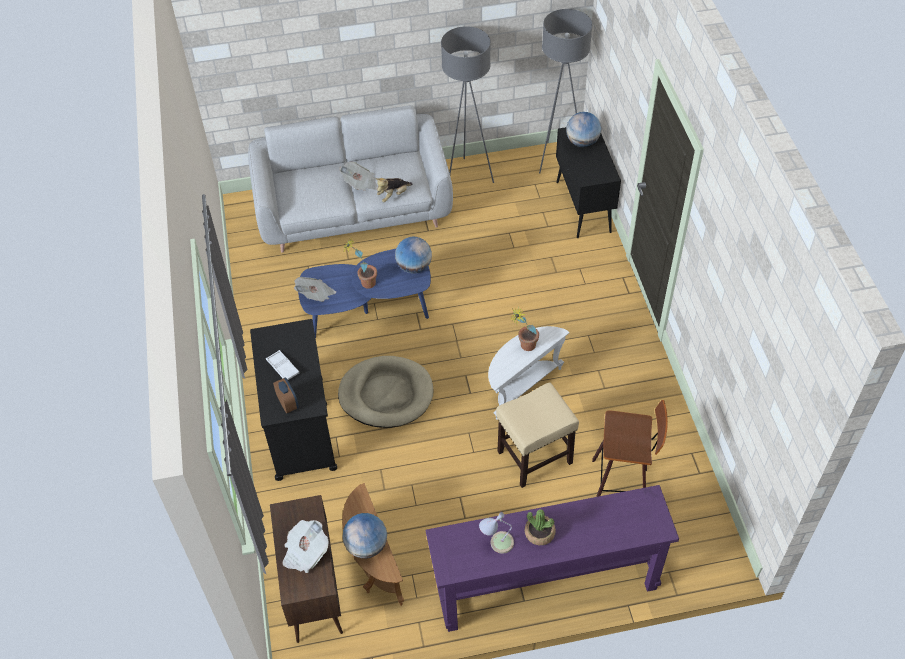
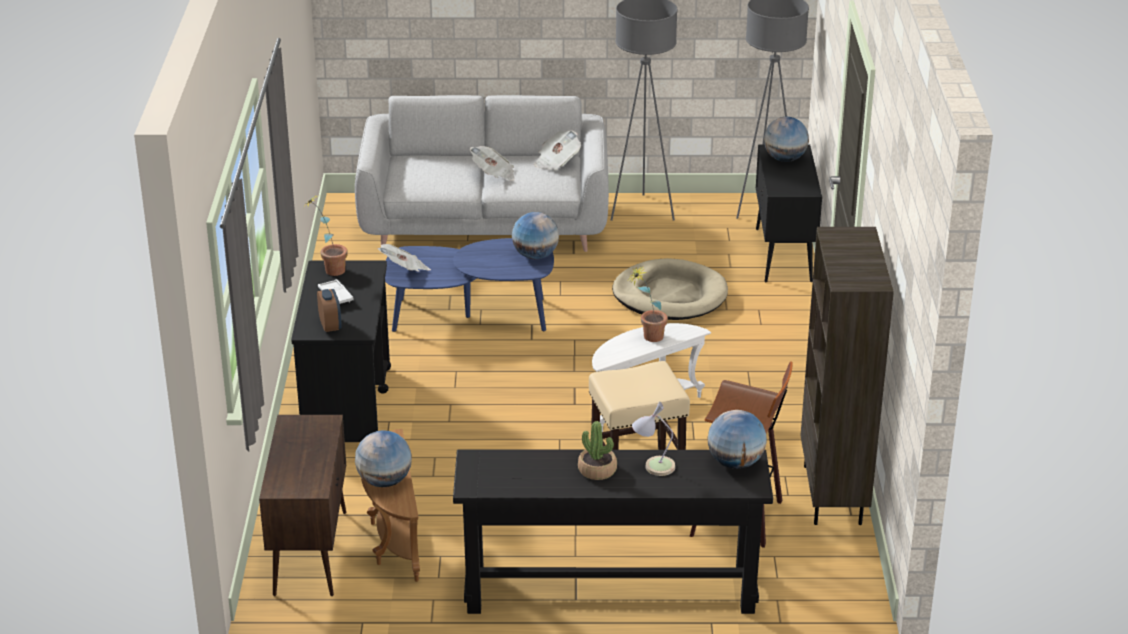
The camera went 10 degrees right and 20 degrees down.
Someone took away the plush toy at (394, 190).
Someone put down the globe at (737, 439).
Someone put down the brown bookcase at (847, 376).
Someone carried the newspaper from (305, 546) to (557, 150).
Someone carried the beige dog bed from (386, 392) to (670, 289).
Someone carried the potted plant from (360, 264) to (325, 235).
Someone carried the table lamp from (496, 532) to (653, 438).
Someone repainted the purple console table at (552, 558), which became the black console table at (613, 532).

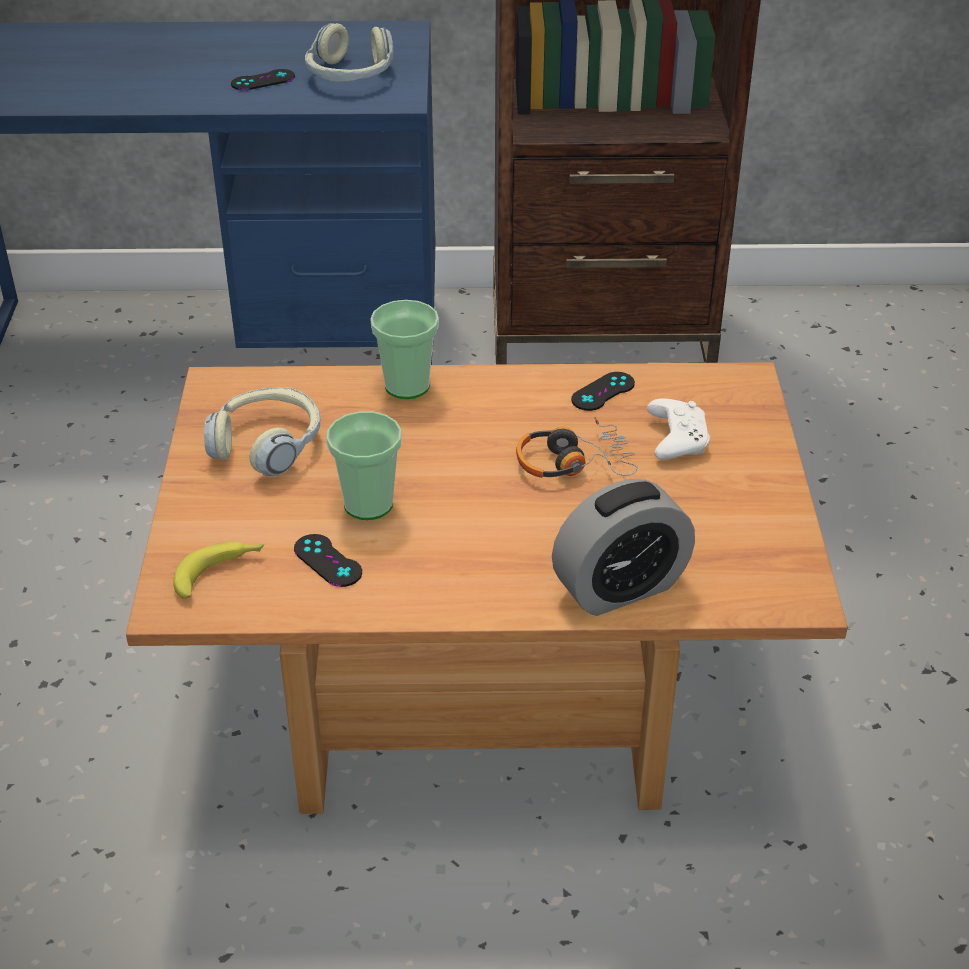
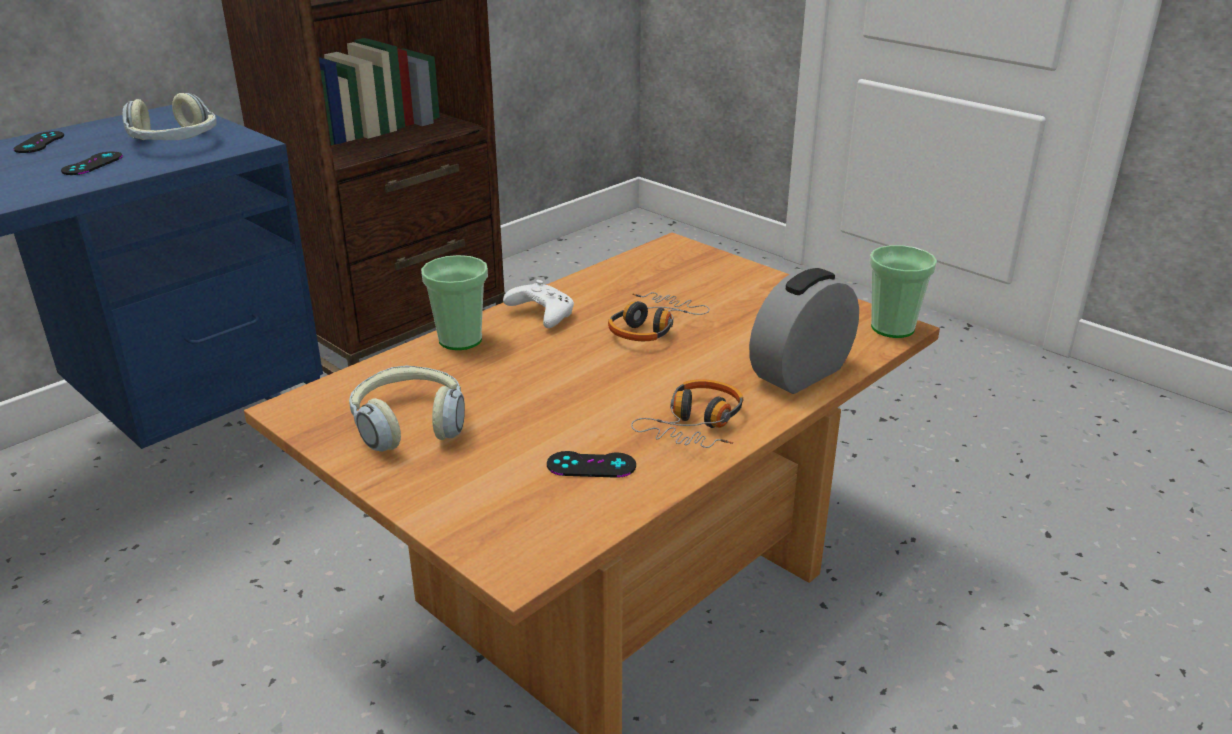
The camera went 45 degrees left and 10 degrees down.
Someone took away the banana at (218, 570).
Someone put down the headphones at (687, 413).
Someone carried the cup from (364, 466) to (903, 291).
Someone carried the black game controller from (603, 391) to (38, 142).
Someone carried the white game controller from (678, 429) to (538, 304).
Someone rotated the alarm clock at (623, 547) by 150 degrees counterclockwise.

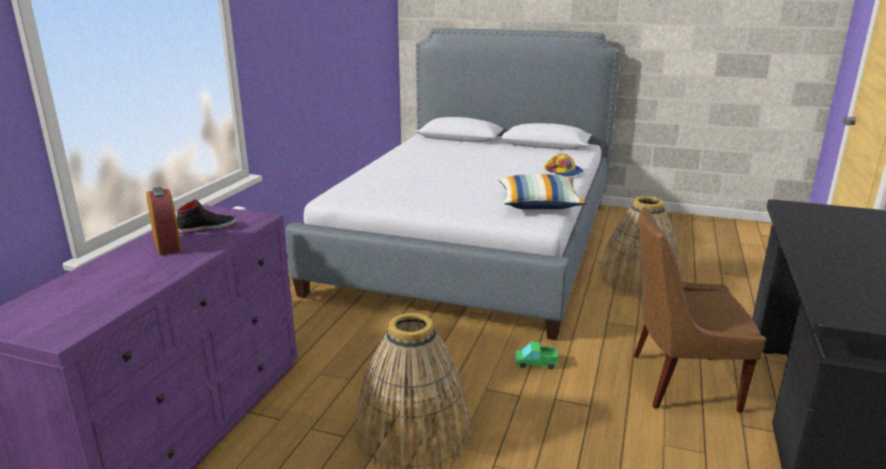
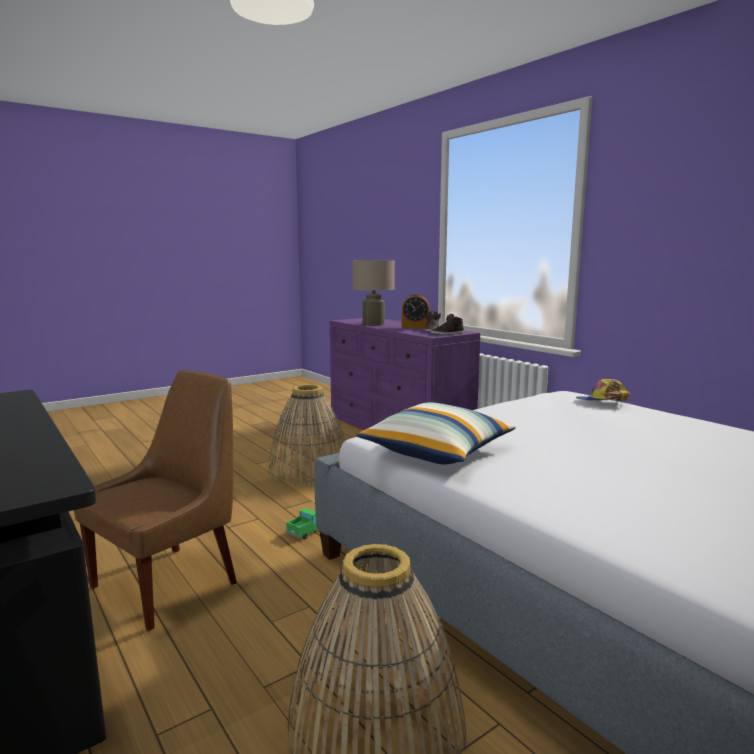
The camera went 125 degrees right and 10 degrees down.
Someone put down the beige table lamp at (374, 293).
Someone put down the black shoe at (447, 324).
Someone carried the cap from (564, 165) to (603, 390).

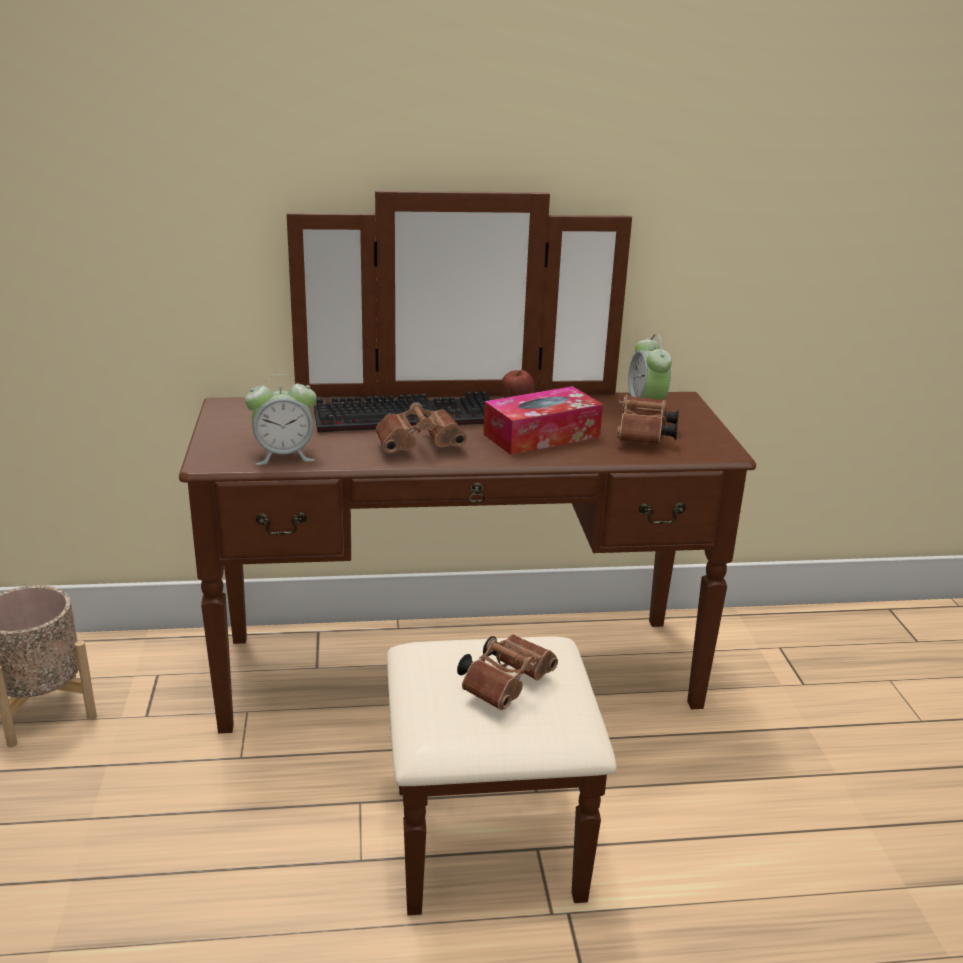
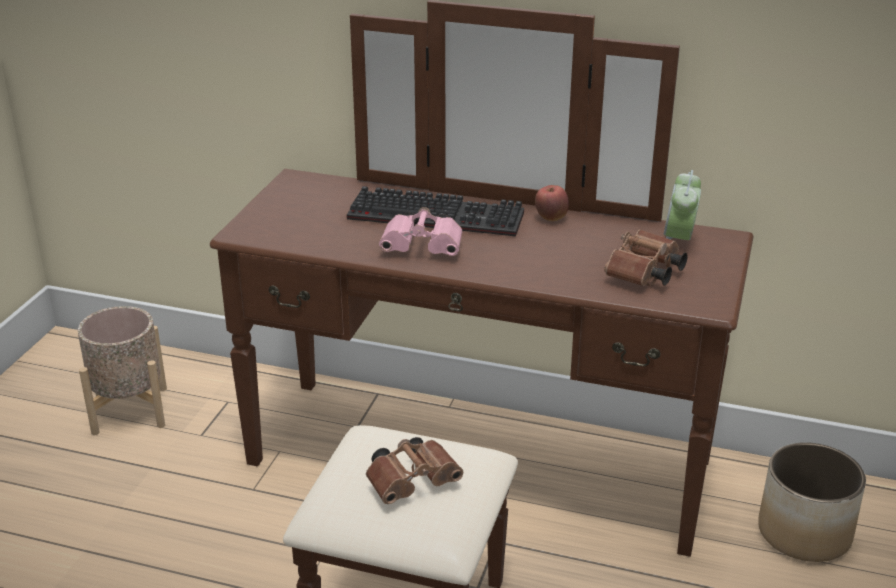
The camera went 25 degrees right and 5 degrees up.
Someone took away the alarm clock at (281, 419).
Someone took away the tissue box at (543, 420).
Someone put down the planter at (812, 502).
Someone repainted the brown binoculars at (421, 427), which became the pink binoculars at (421, 231).

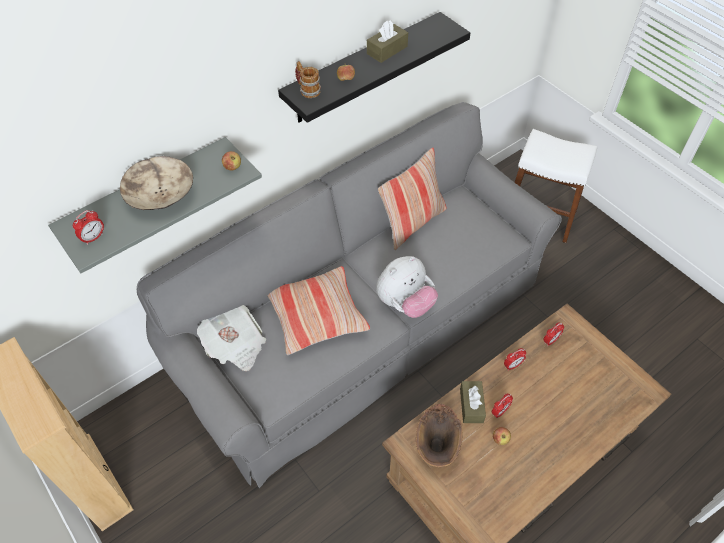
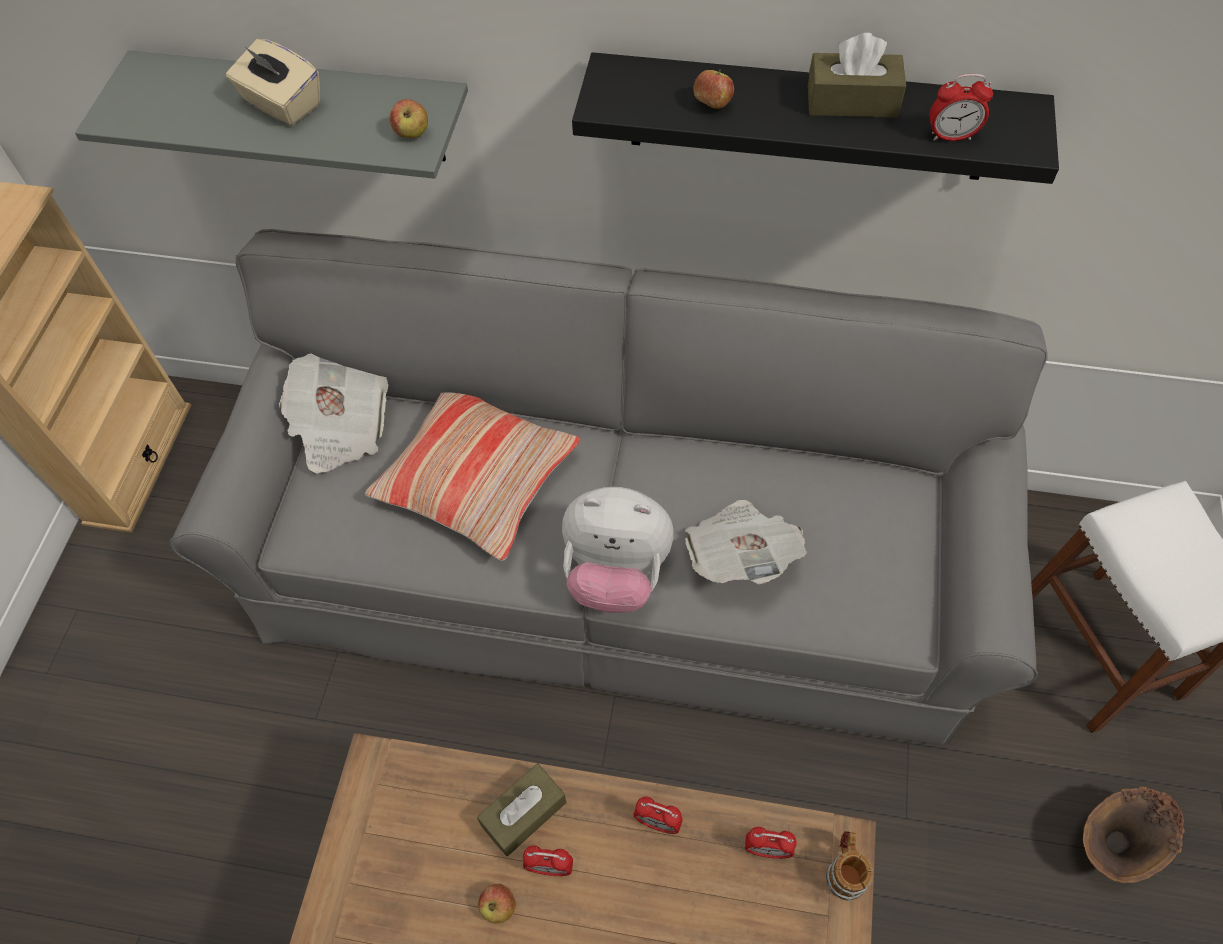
The camera went 50 degrees right and 5 degrees up.
Someone took away the pillow at (412, 199).
Someone put down the newspaper at (746, 542).
Someone carried the alarm clock from (88, 227) to (961, 107).
Someone carried the mug from (308, 79) to (849, 866).
Someone carried the brown vase from (439, 435) to (1134, 835).
Someone swapped the beige bowl at (156, 183) for the beige tissue box at (273, 82).

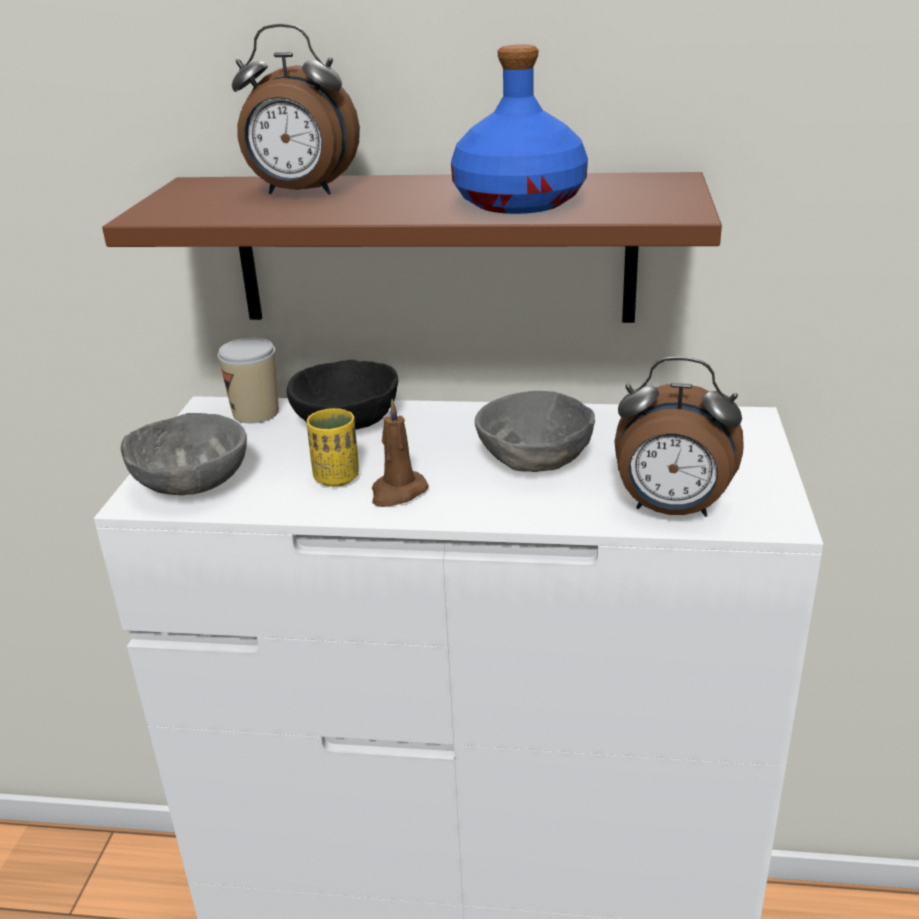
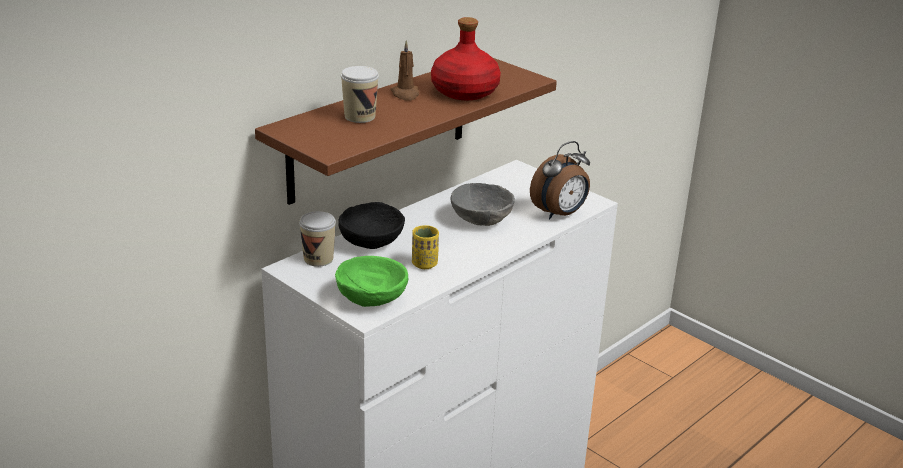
The camera went 55 degrees left and 0 degrees up.
Someone carried the brown candle from (400, 453) to (404, 70).
Someone swapped the alarm clock at (296, 109) for the cup at (360, 94).
Someone repainted the grey bowl at (184, 454), which became the green bowl at (371, 281).
Someone repainted the blue bottle at (519, 129), which became the red bottle at (466, 58).

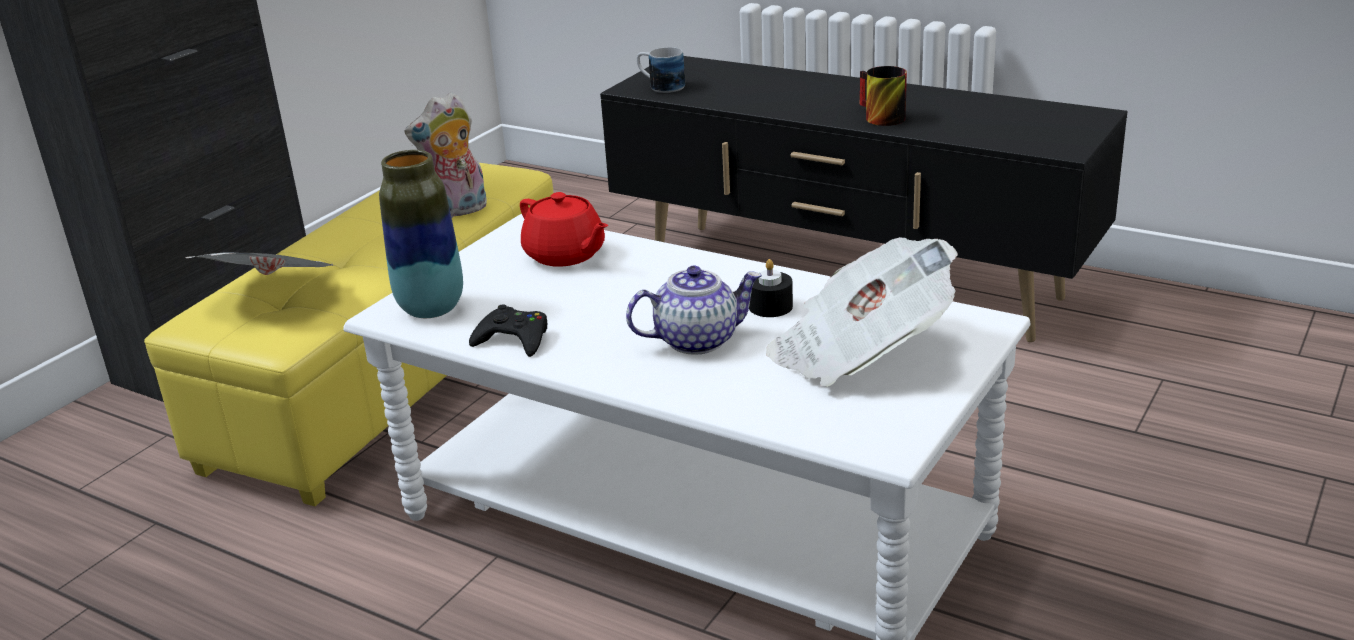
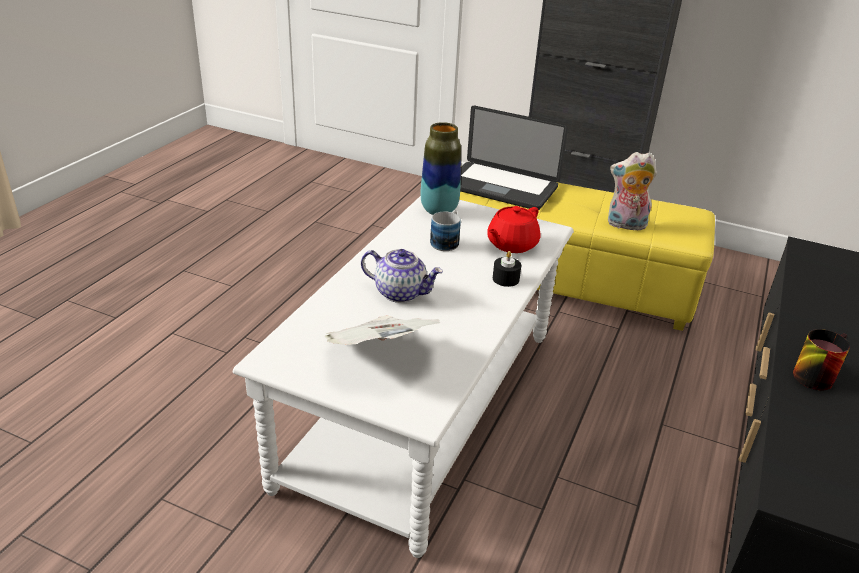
The camera went 80 degrees right and 5 degrees up.
Someone took away the black game controller at (508, 330).
Someone carried the mug from (661, 70) to (445, 230).
Someone carried the black candle from (771, 288) to (507, 269).
Someone swapped the newspaper at (259, 264) for the laptop at (514, 158).
Someone rotated the plush toy at (446, 155) by 45 degrees counterclockwise.
Someone rotated the teapot at (694, 309) by 45 degrees counterclockwise.

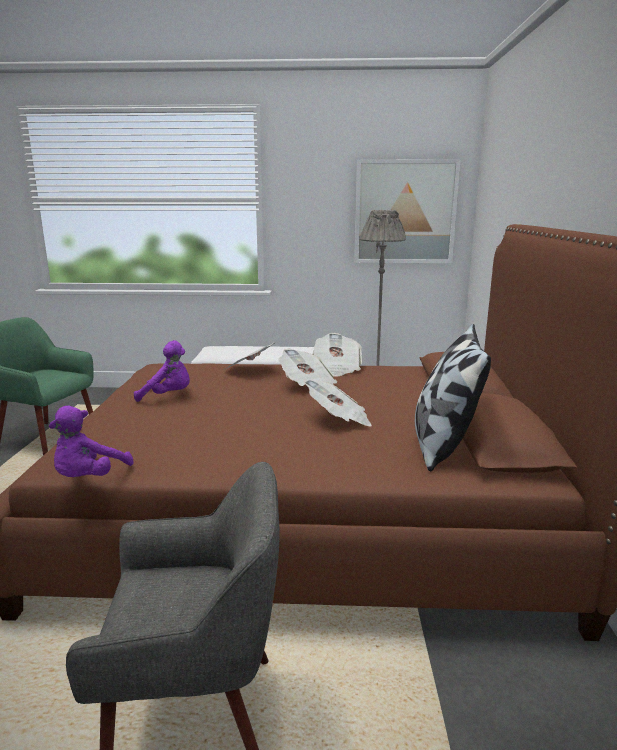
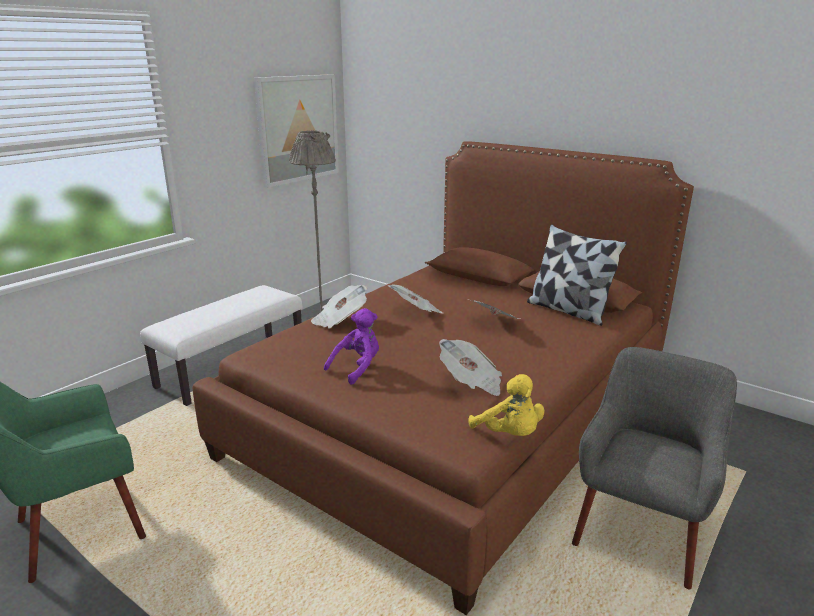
The camera went 55 degrees left and 5 degrees up.
Someone carried the newspaper from (337, 355) to (470, 367).
Someone repainted the purple plush toy at (91, 441), which became the yellow plush toy at (506, 405).

